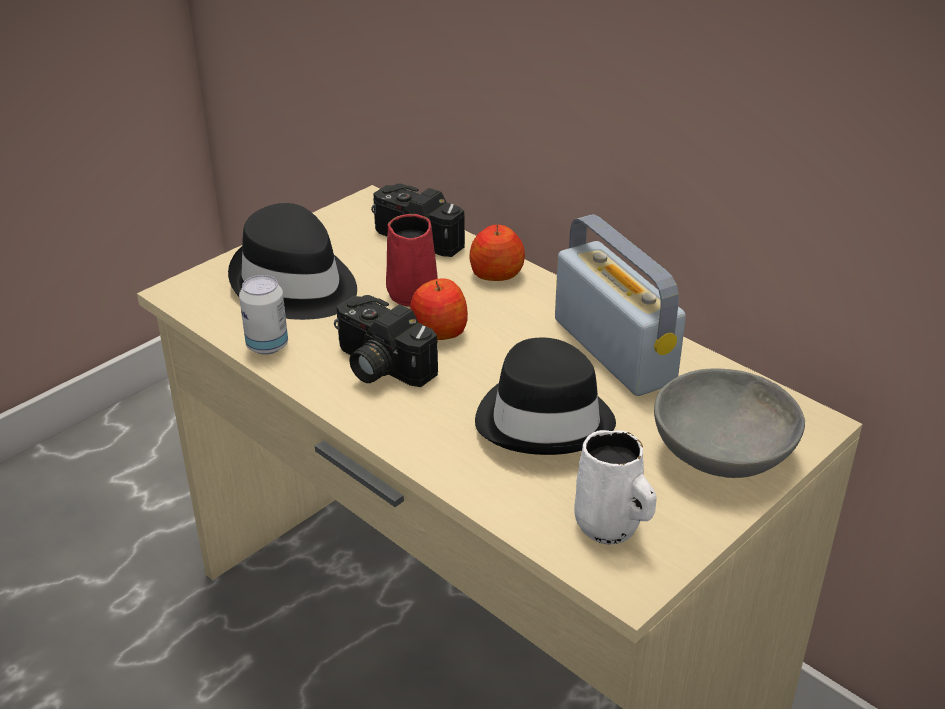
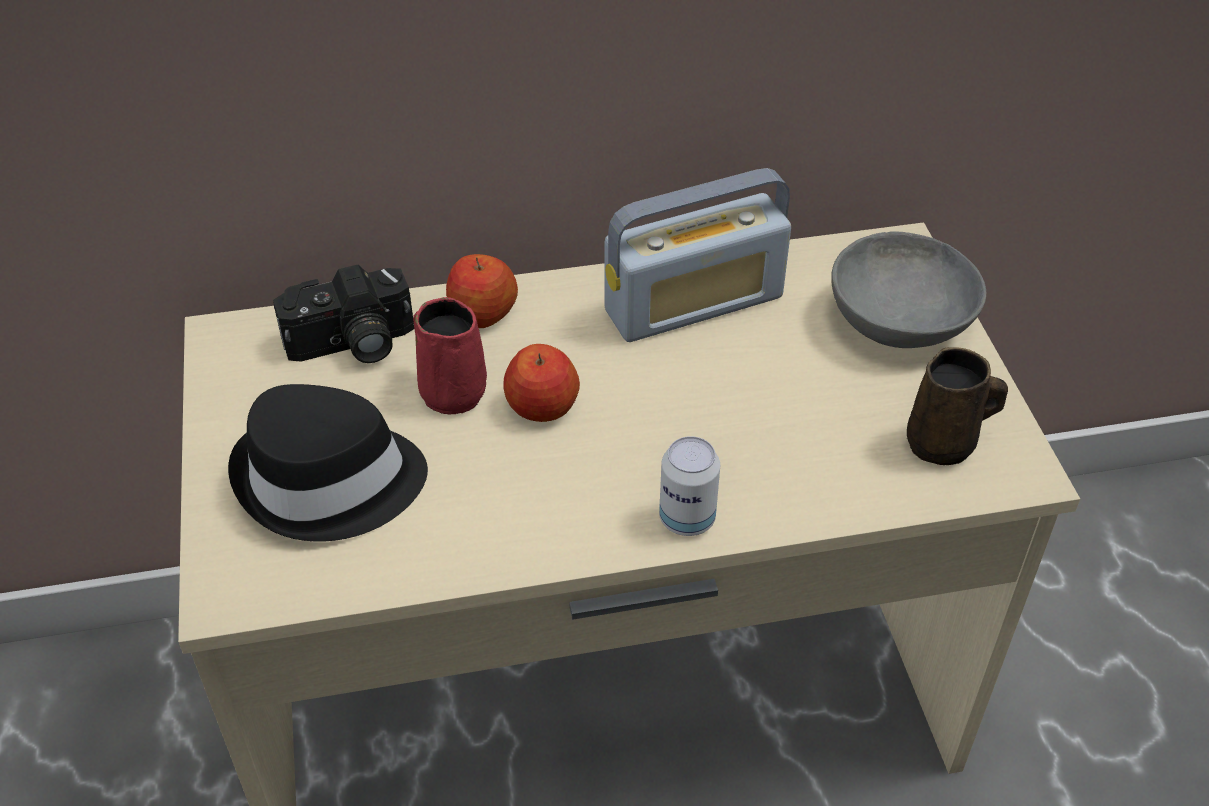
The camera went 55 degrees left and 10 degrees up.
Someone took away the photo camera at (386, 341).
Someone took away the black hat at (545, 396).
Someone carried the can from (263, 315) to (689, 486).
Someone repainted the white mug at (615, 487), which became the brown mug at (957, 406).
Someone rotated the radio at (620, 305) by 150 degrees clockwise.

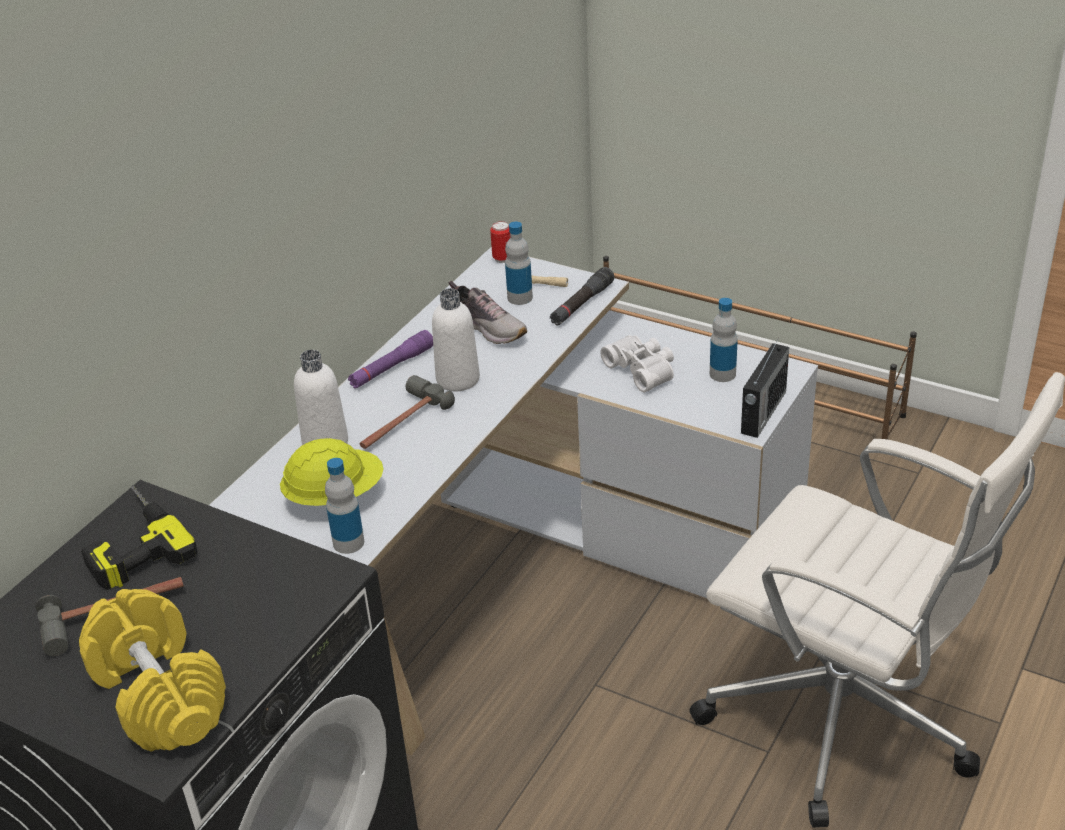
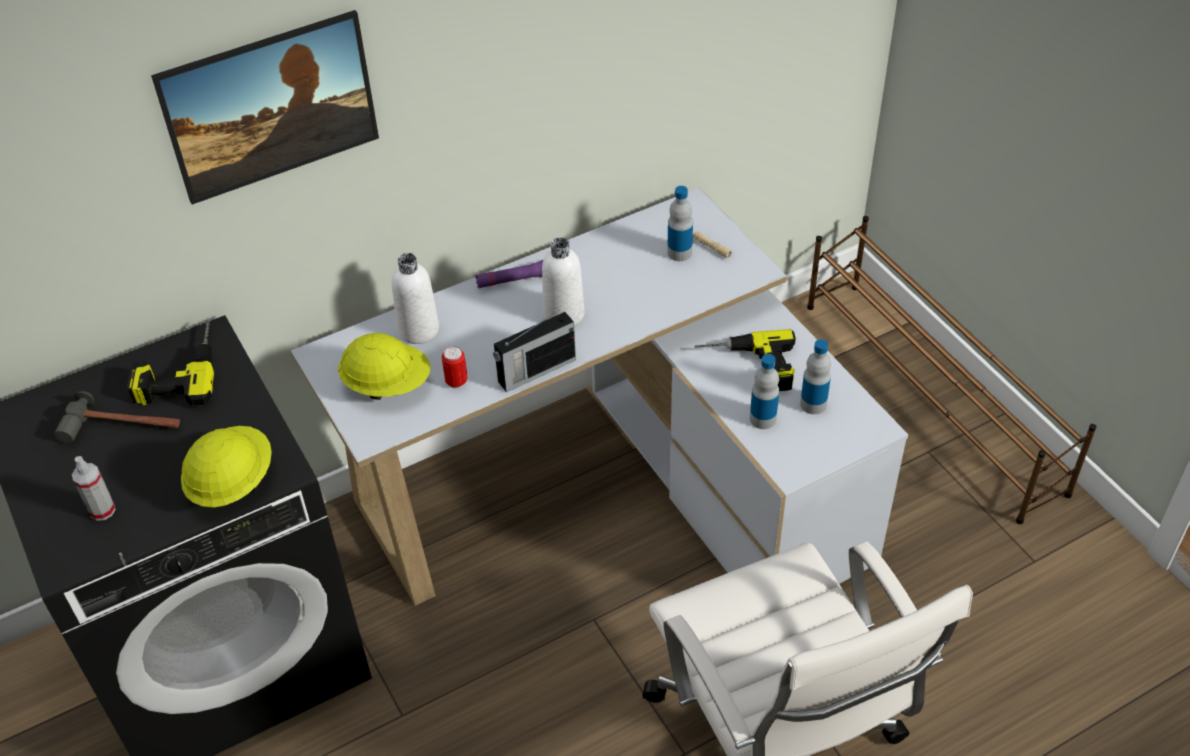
The camera went 30 degrees right and 10 degrees up.
Someone took away the hammer at (407, 412).
Someone took away the shoe at (488, 312).
Someone took away the black flashlight at (582, 296).
Someone put up the picture at (265, 107).
Someone put down the yellow hard hat at (226, 466).
Someone carried the bottle from (344, 506) to (764, 391).
Someone carried the can from (500, 242) to (455, 367).
Someone carried the radio from (765, 388) to (534, 351).
Someone swapped the yellow dumbbell at (152, 670) for the spray bottle at (94, 488).
Someone swapped the white binoculars at (637, 364) for the power drill at (745, 360).

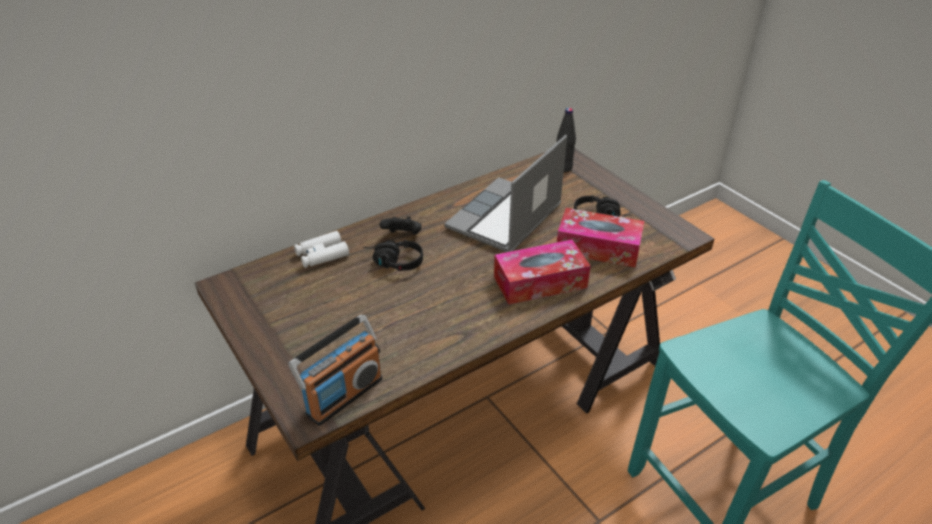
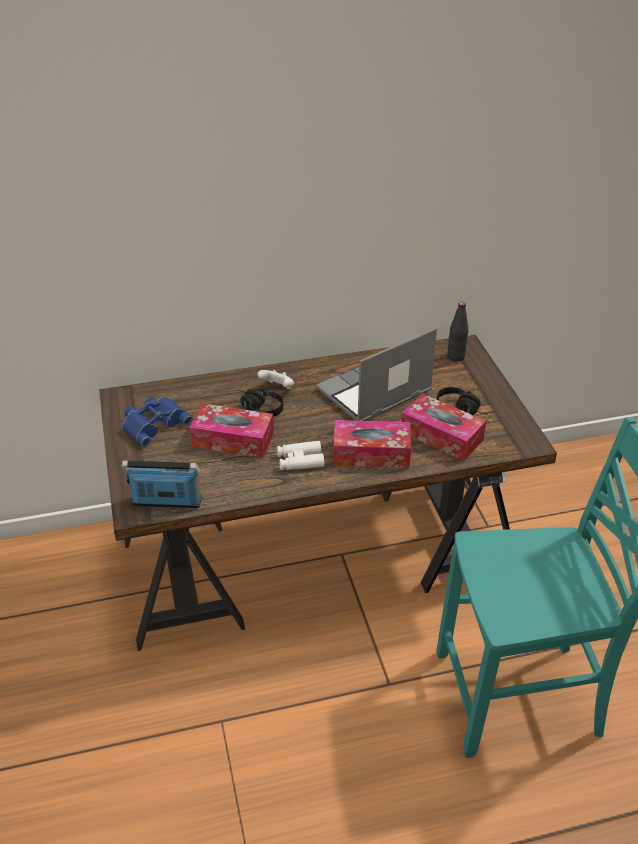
The camera went 20 degrees right and 0 degrees up.
Someone put down the blue binoculars at (157, 422).
Someone put down the tissue box at (232, 431).
Someone carried the white binoculars from (321, 249) to (300, 455).
Someone repainted the black game controller at (401, 226), which became the white game controller at (276, 379).
Someone rotated the radio at (335, 370) by 150 degrees counterclockwise.

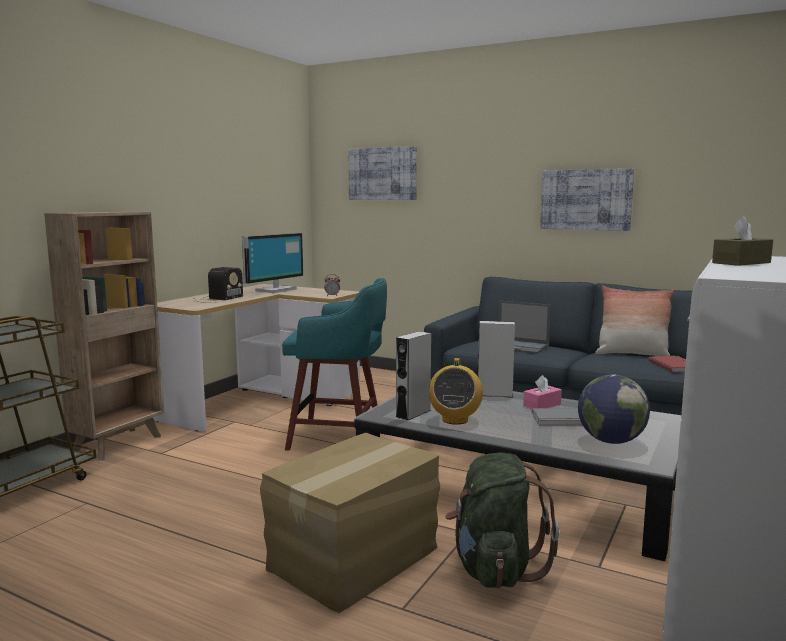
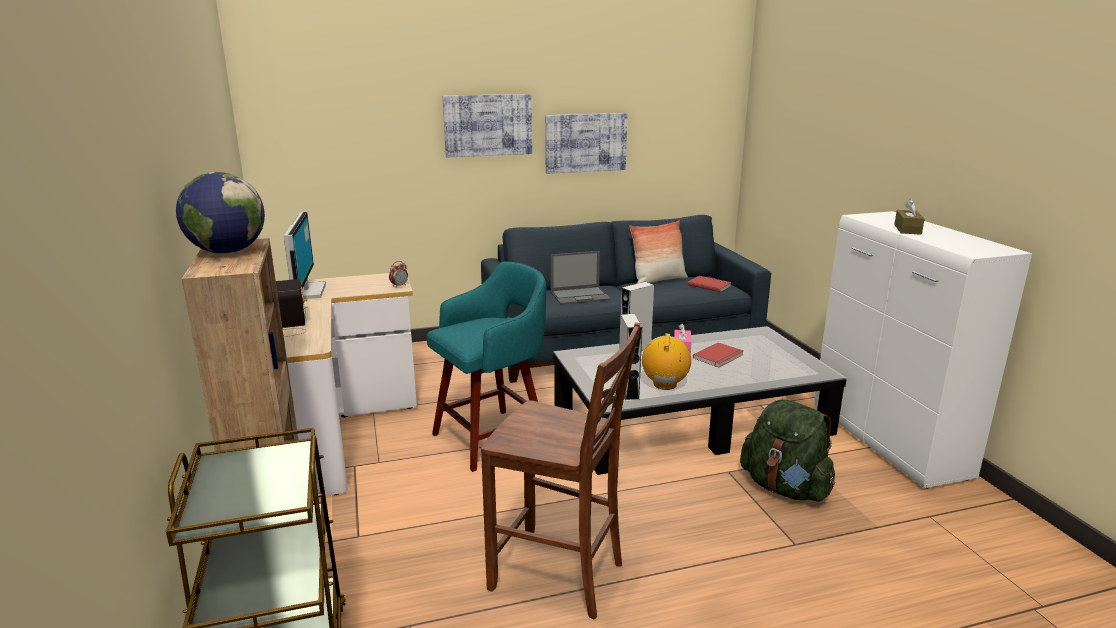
The camera went 45 degrees left and 10 degrees up.
Someone took away the cardboard box at (350, 523).
Someone put down the brown chair at (561, 471).
Someone carried the picture from (382, 173) to (487, 125).
Someone carried the globe from (614, 409) to (220, 213).
Someone repainted the grey book at (557, 417), which became the red book at (718, 354).
Someone rotated the radio at (456, 391) by 135 degrees counterclockwise.

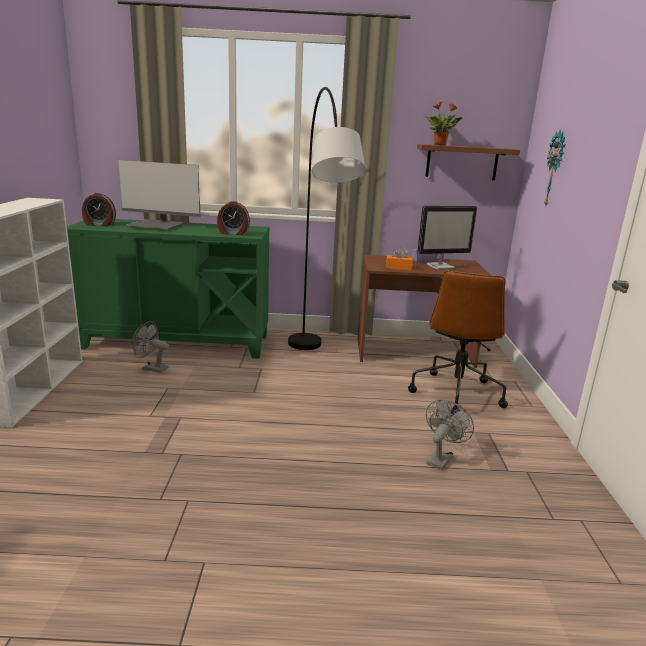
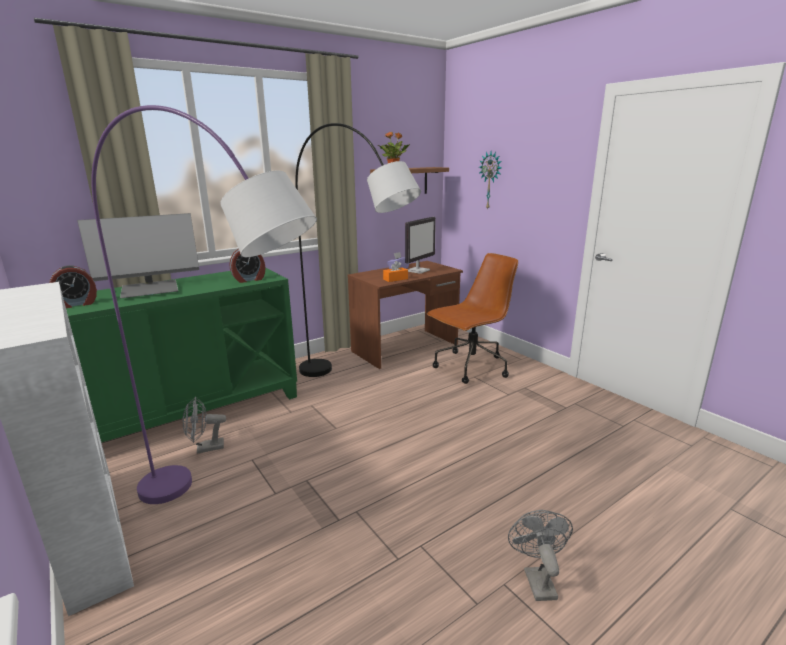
The camera went 35 degrees left and 0 degrees up.
Someone put down the purple floor lamp at (204, 304).
Someone carried the grey fan from (450, 435) to (540, 555).
Someone rotated the brown office chair at (458, 342) by 105 degrees counterclockwise.

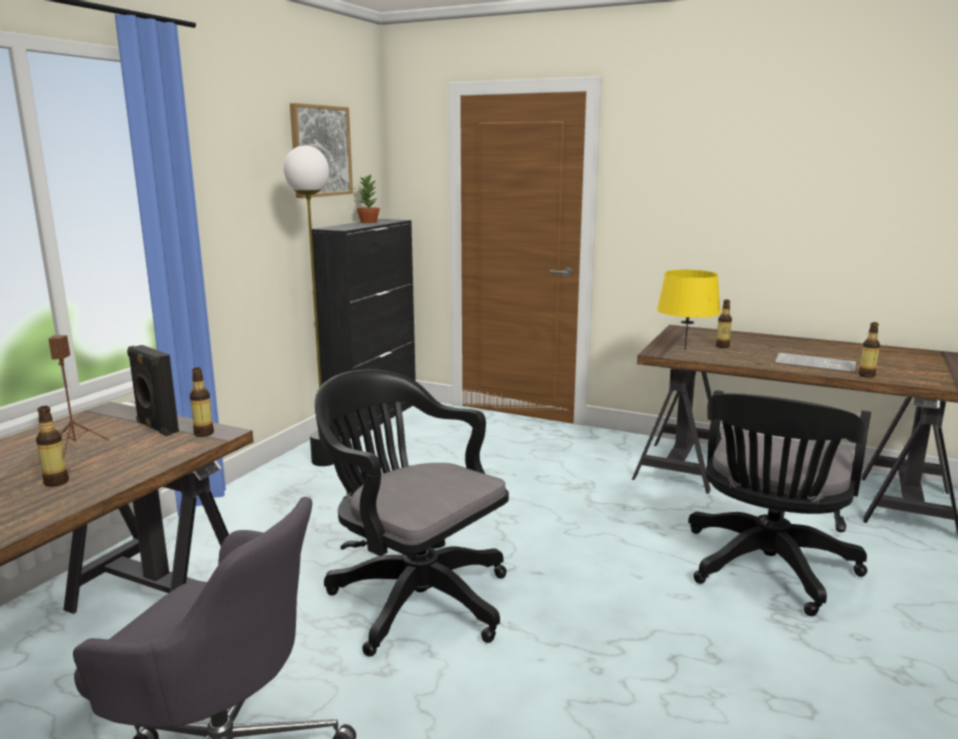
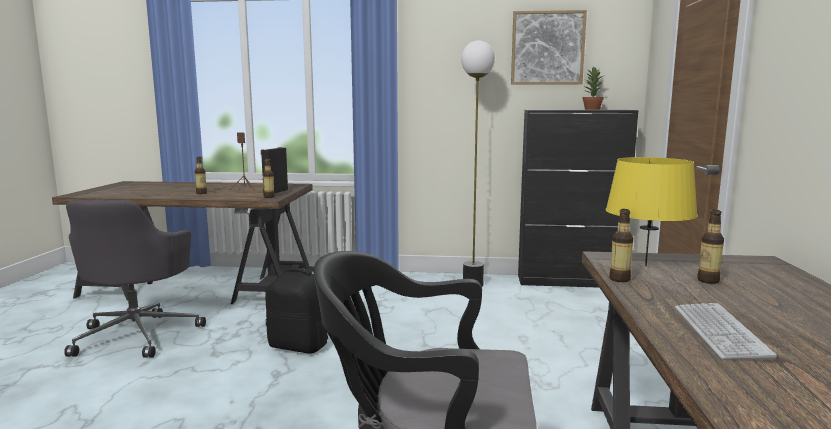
The camera went 70 degrees right and 5 degrees down.
Someone carried the bottle from (869, 350) to (621, 245).
Someone swapped the black office chair at (412, 513) for the black backpack at (296, 309).

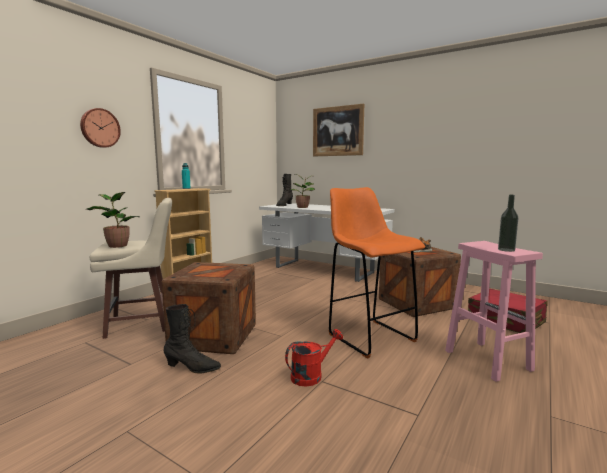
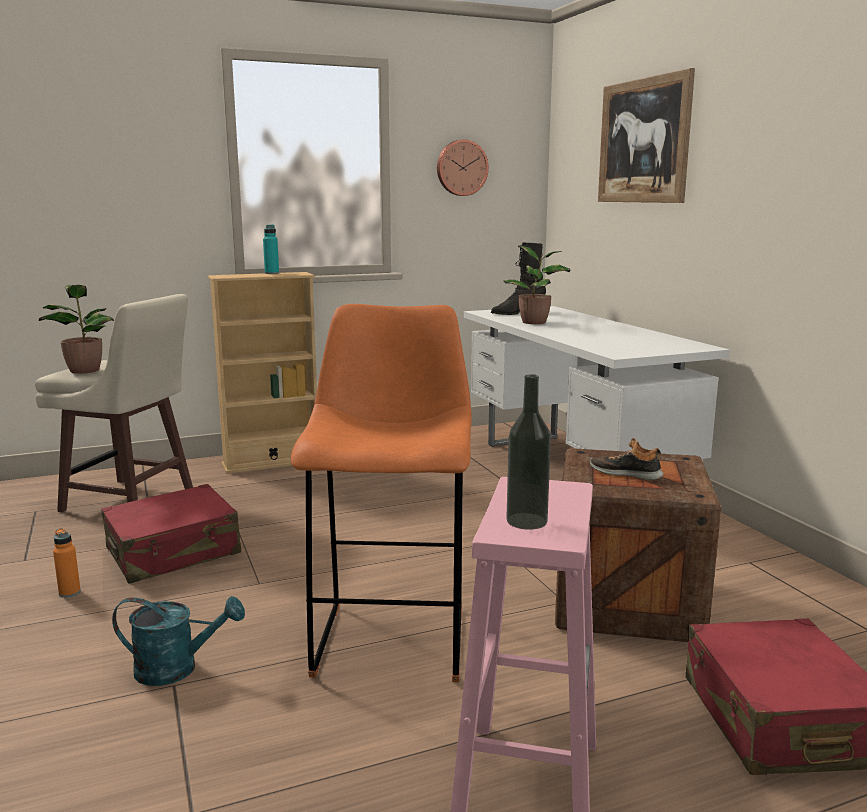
The camera went 35 degrees right and 5 degrees up.
Someone carried the wall clock from (100, 128) to (463, 168).
Someone swapped the crate at (209, 308) for the red suitcase at (171, 534).
Someone swapped the black boot at (192, 339) for the orange bottle at (67, 563).
Someone repainted the red watering can at (314, 357), which became the turquoise watering can at (178, 641).

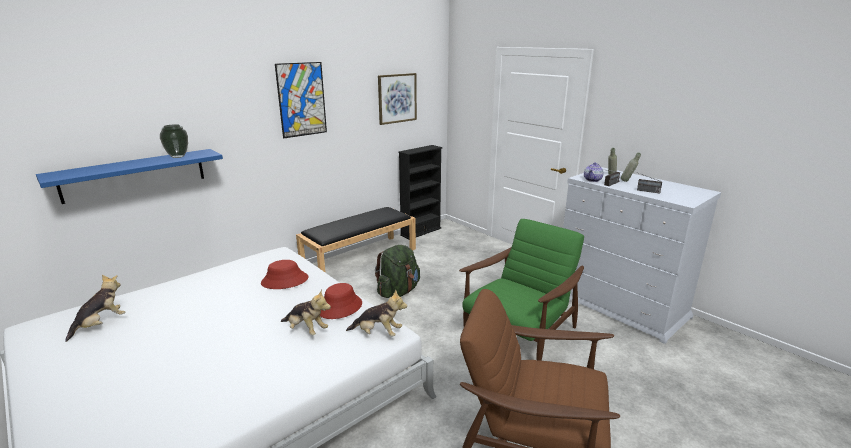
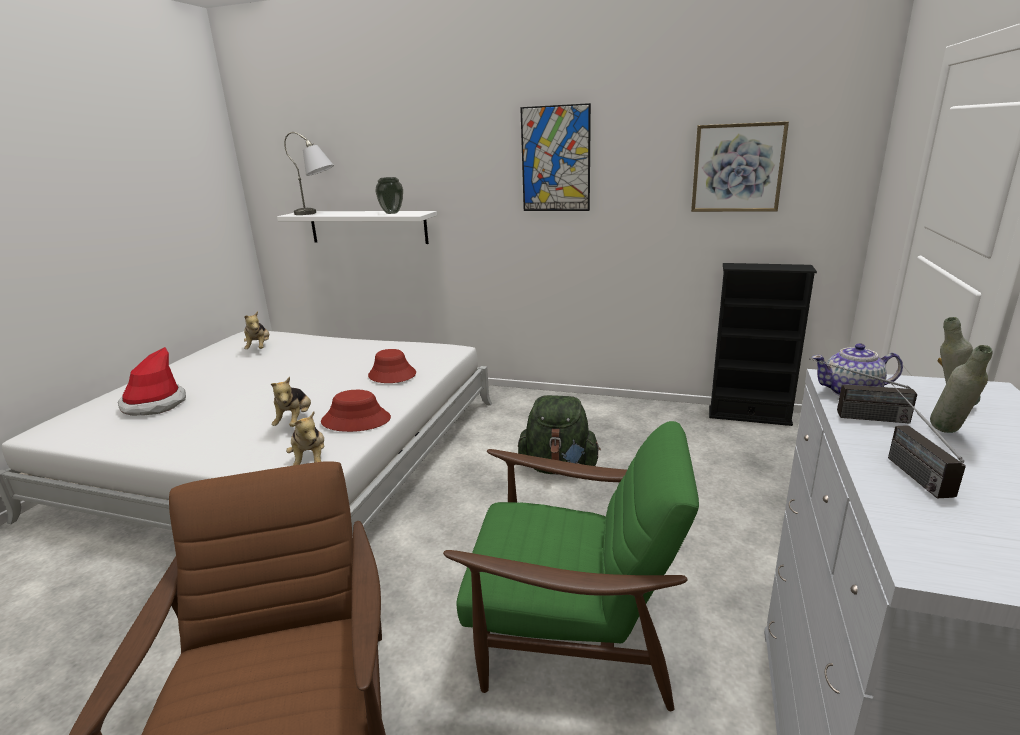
The camera went 60 degrees right and 0 degrees up.
Someone took away the black bench at (356, 240).
Someone put down the hat at (152, 381).
Someone put down the grey table lamp at (309, 173).
Someone repainted the blue shelf at (129, 176), which became the white shelf at (357, 227).
Someone rotated the plush toy at (95, 308) by 75 degrees clockwise.

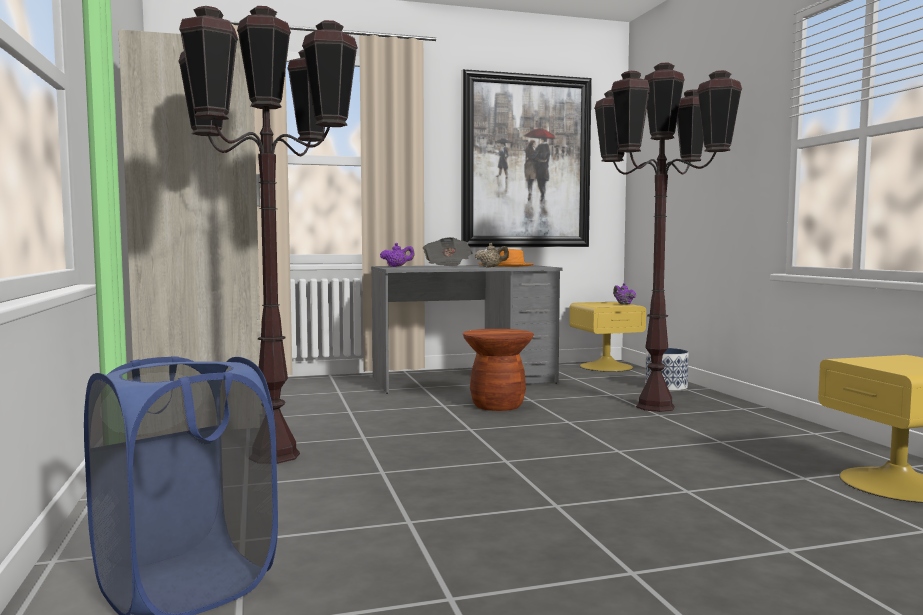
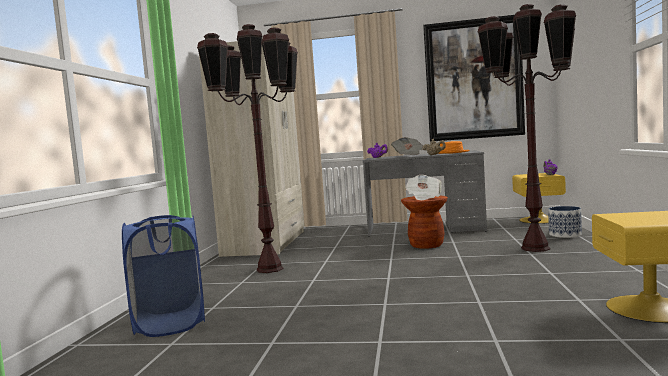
The camera went 25 degrees right and 0 degrees up.
Someone put down the newspaper at (423, 187).

